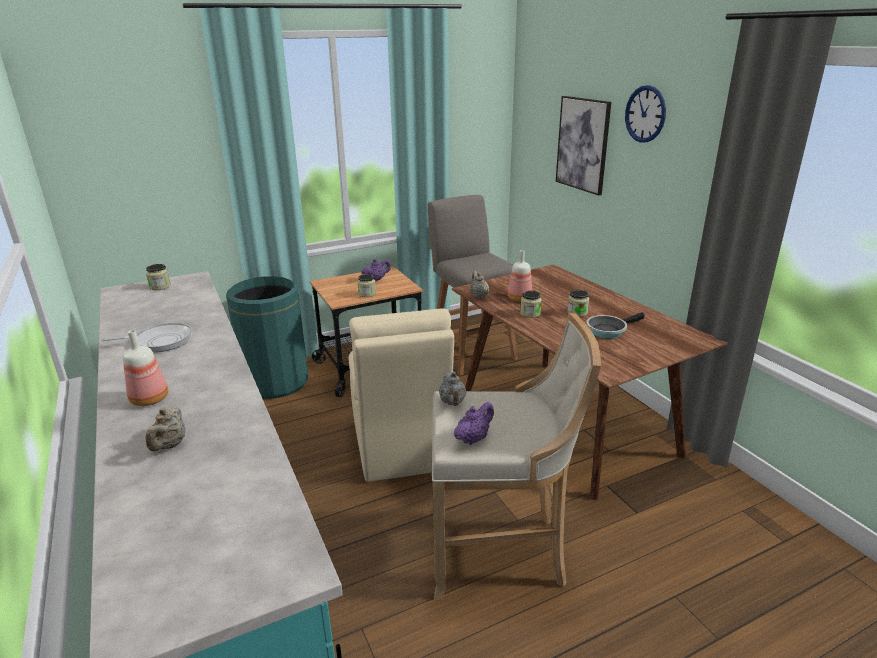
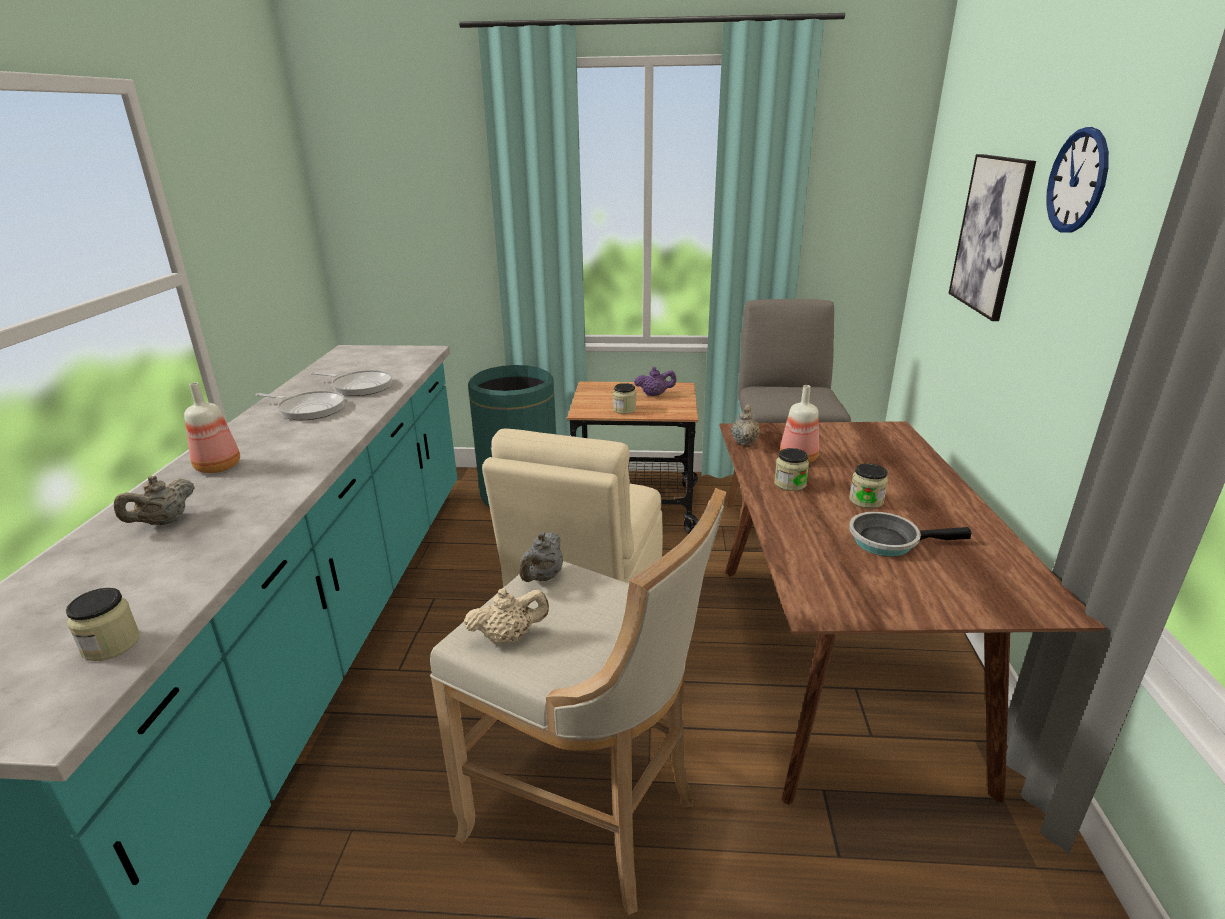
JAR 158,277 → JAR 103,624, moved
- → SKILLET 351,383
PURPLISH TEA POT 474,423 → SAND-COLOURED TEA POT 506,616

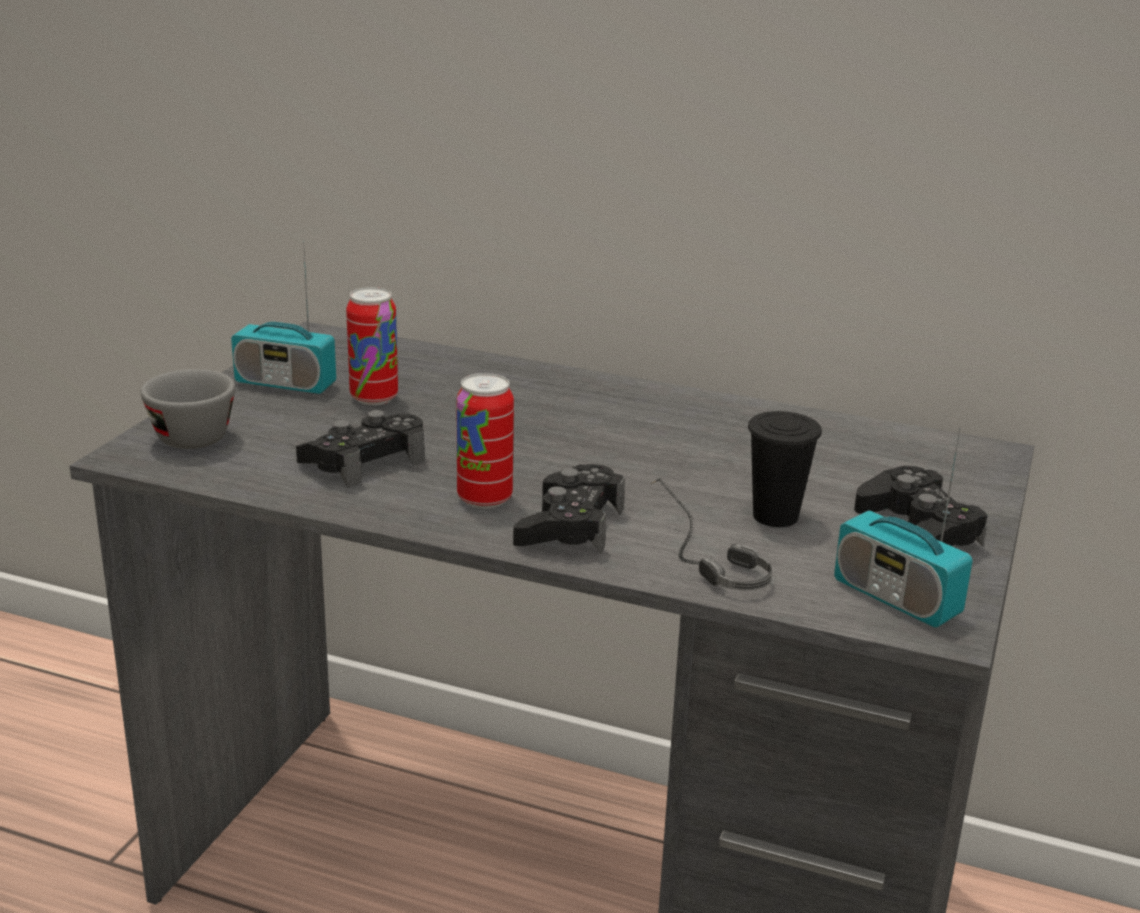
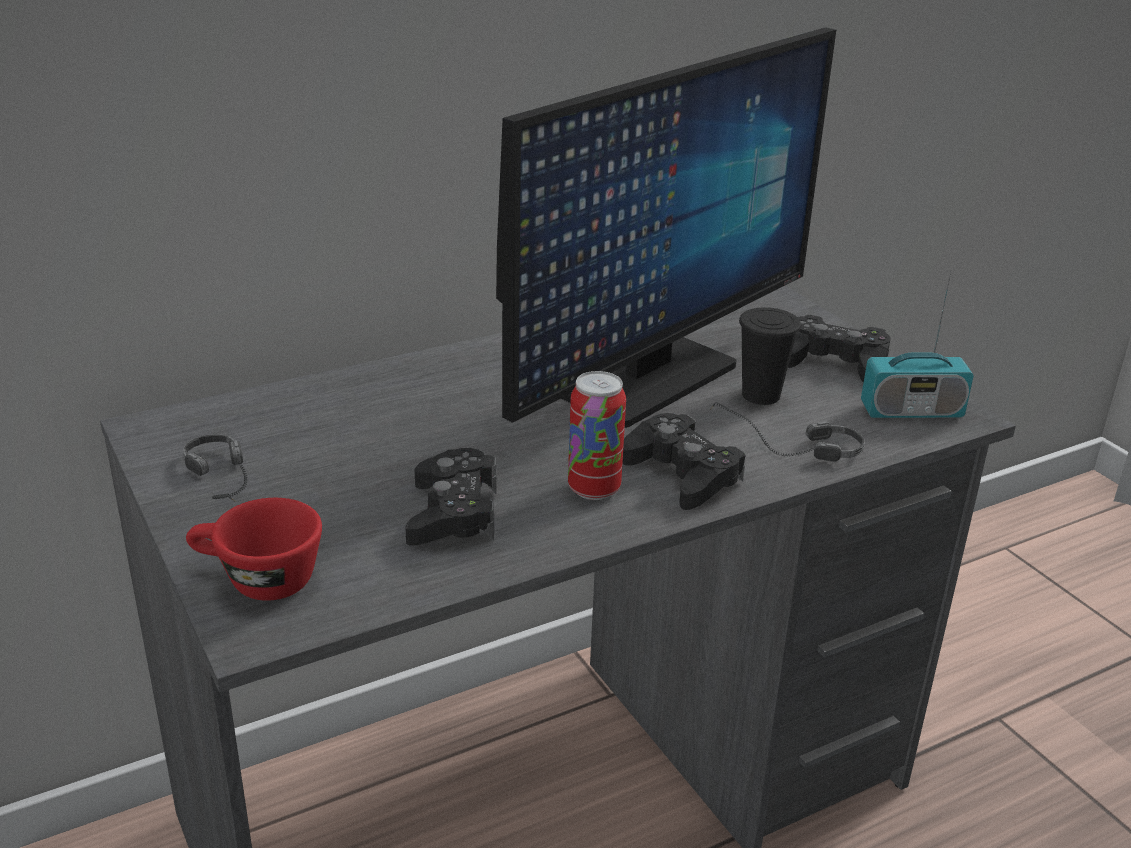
RADIO SET 283,318 → PAIR OF HEADPHONES 215,468
GREYISH SMALL CUP 188,409 → RED-COLOURED SMALL CUP 254,549
- → MONITOR 666,227
CAN 372,346 → -

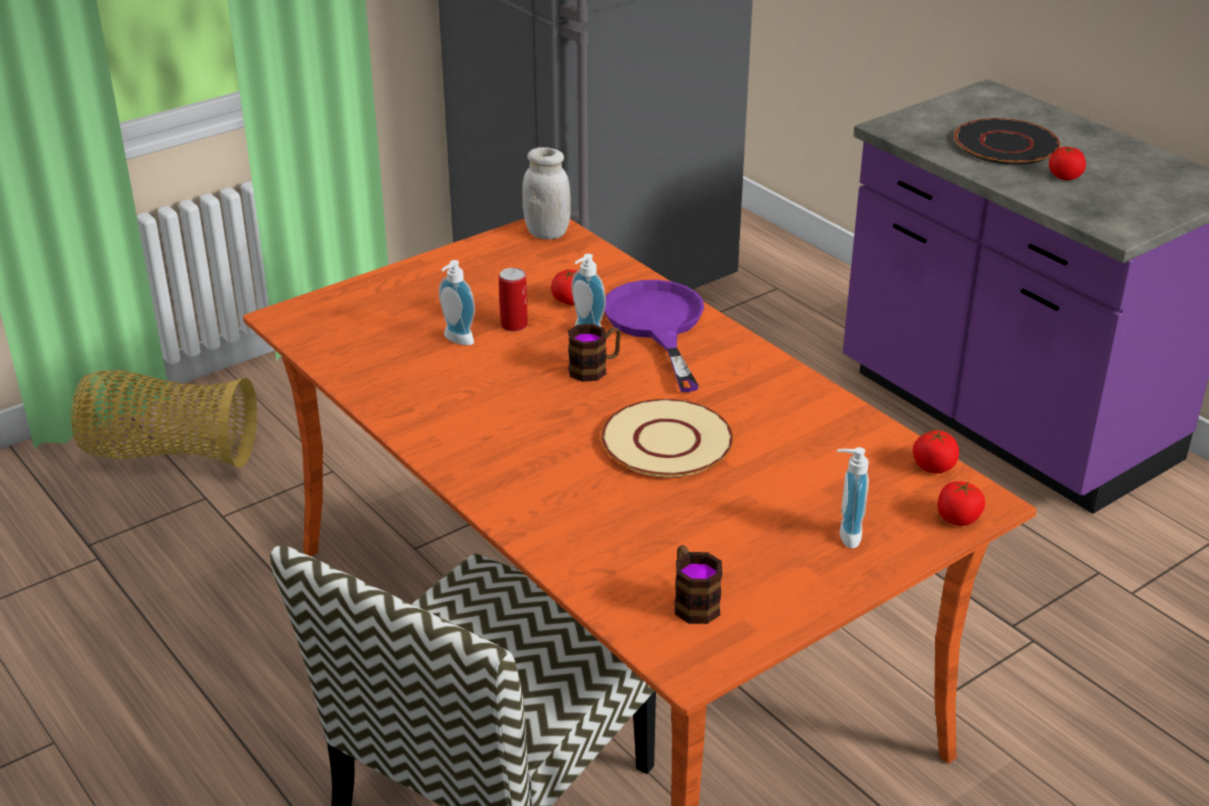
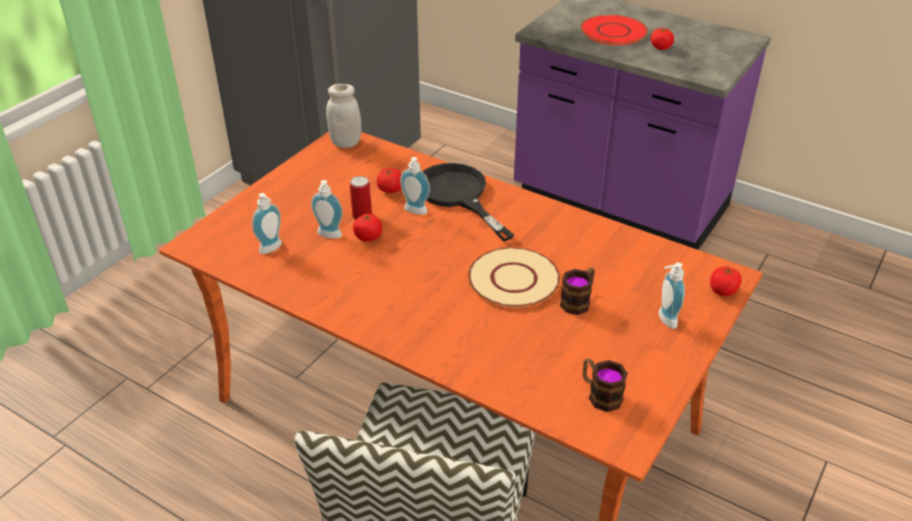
- → LIQUID SOAP BOTTLE 267,223
WHOLE TOMATO 936,452 → WHOLE TOMATO 367,227, moved
PURPLISH SKILLET 654,336 → BLACKISH SKILLET 468,202
TEA MUG 594,353 → TEA MUG 577,291, moved
BLACKISH PLATE 1007,141 → RED-COLOURED PLATE 614,30
BASKET 164,419 → -

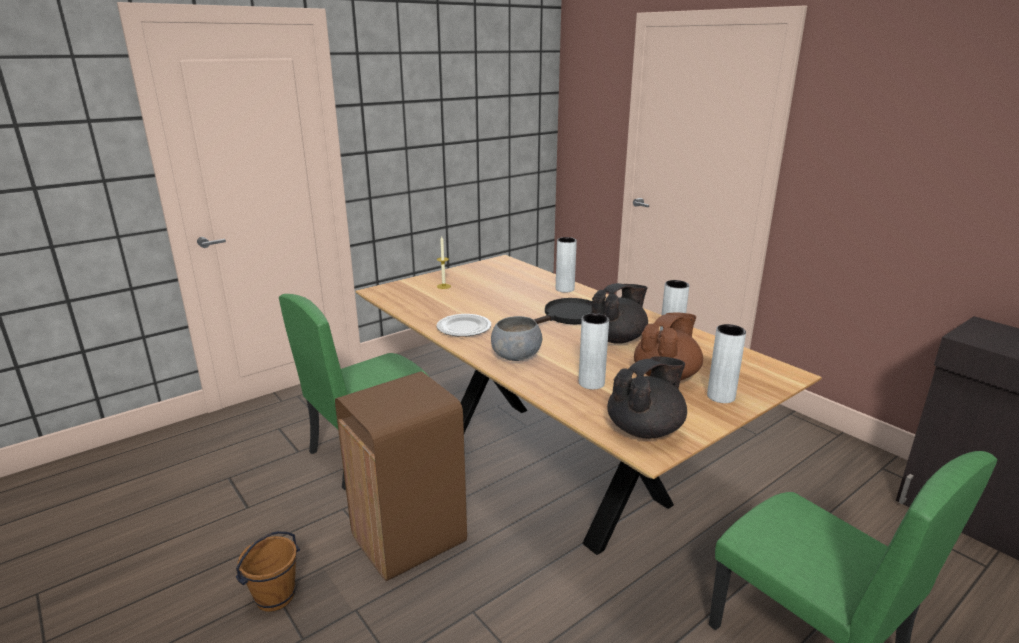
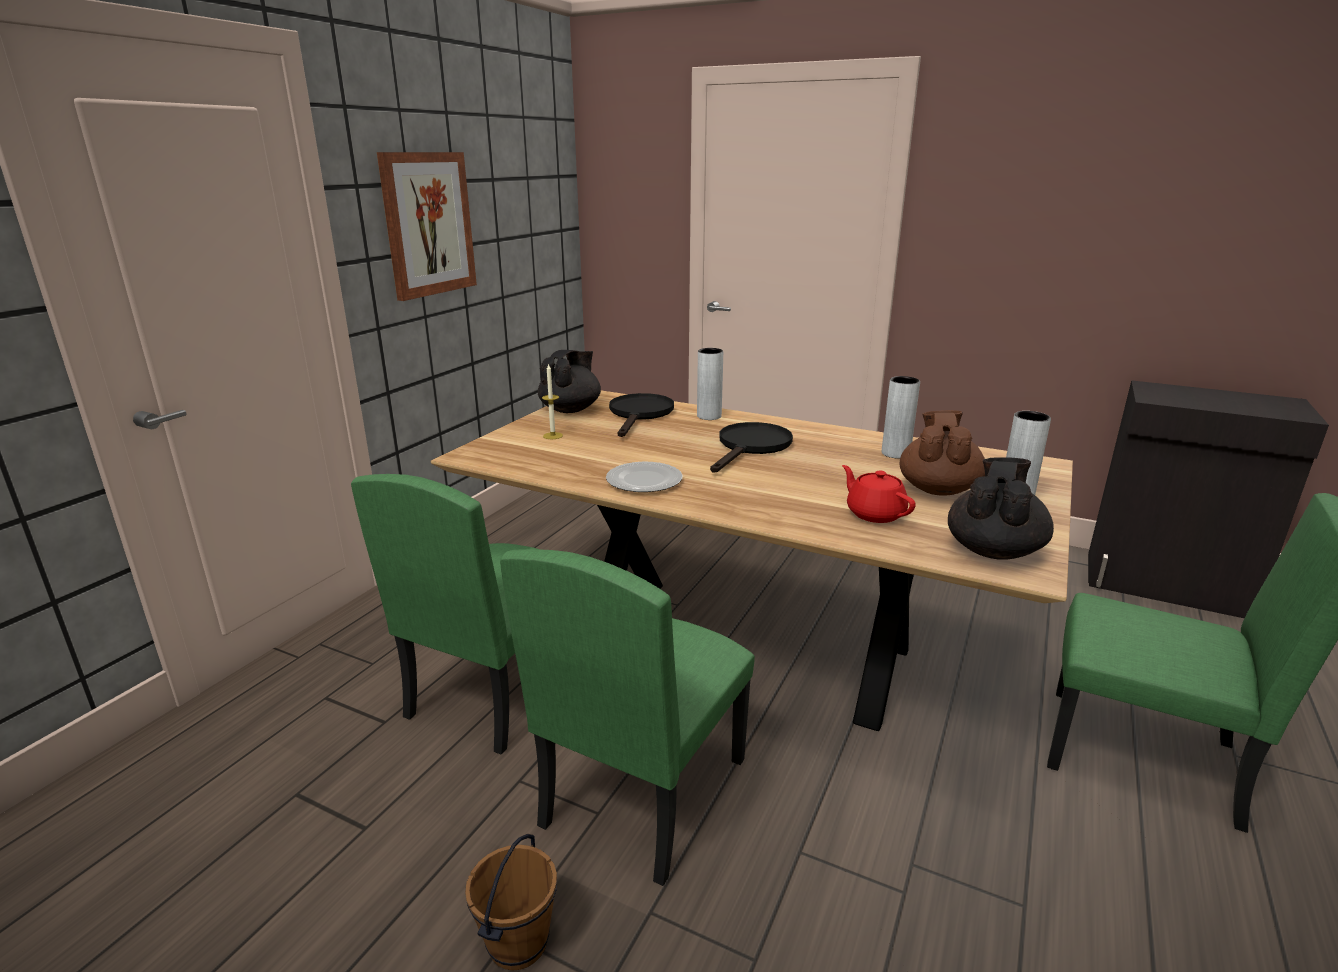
- → WALL PICTURE 427,226
BROWN-COLOURED RUBBISH BIN 401,476 → GREEN UPRIGHT CHAIR 627,717
BLACKISH TEA POT 619,313 → BLACKISH TEA POT 569,381, moved
- → BLACKISH SKILLET 641,415
GREYISH VASE 594,351 → RED-COLOURED TEA POT 879,494
GREYISH BOWL 516,338 → -

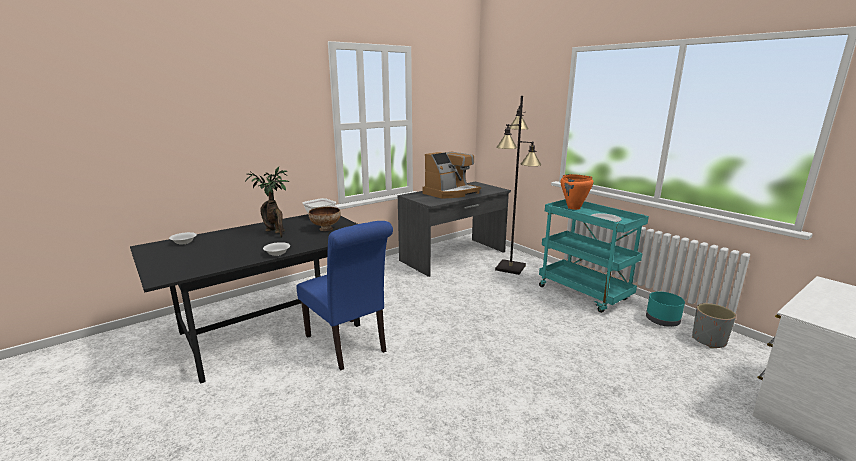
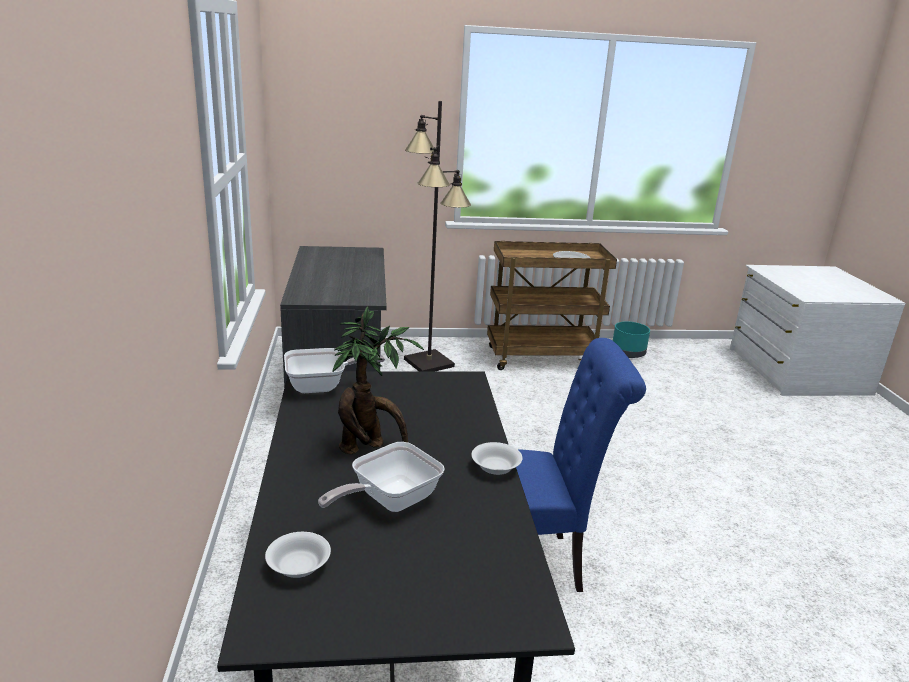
- → SKILLET 381,477
TURQUOISE CART 594,256 → BROWN-COLOURED CART 552,305
BOWL 325,219 → -
COFFEE MAKER 452,175 → -
ORANGE STOCKPOT 577,192 → -
GREYISH PLANT POT 714,325 → -

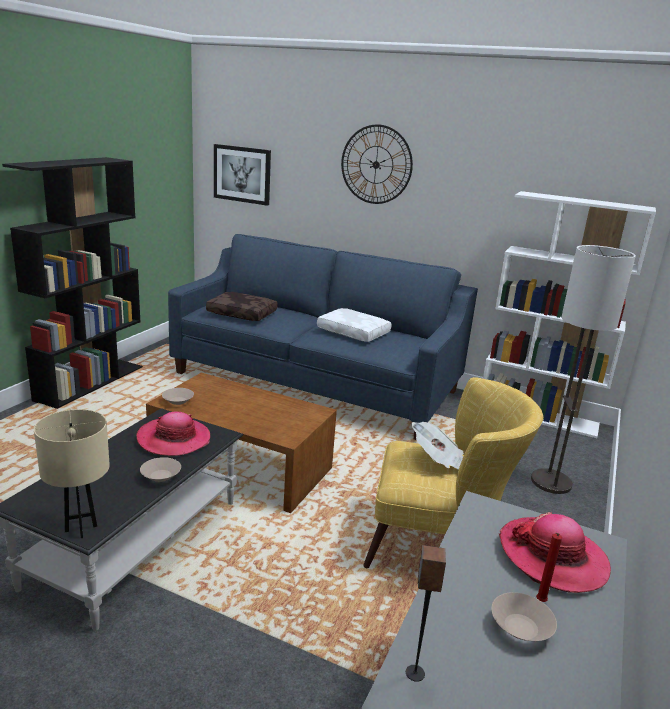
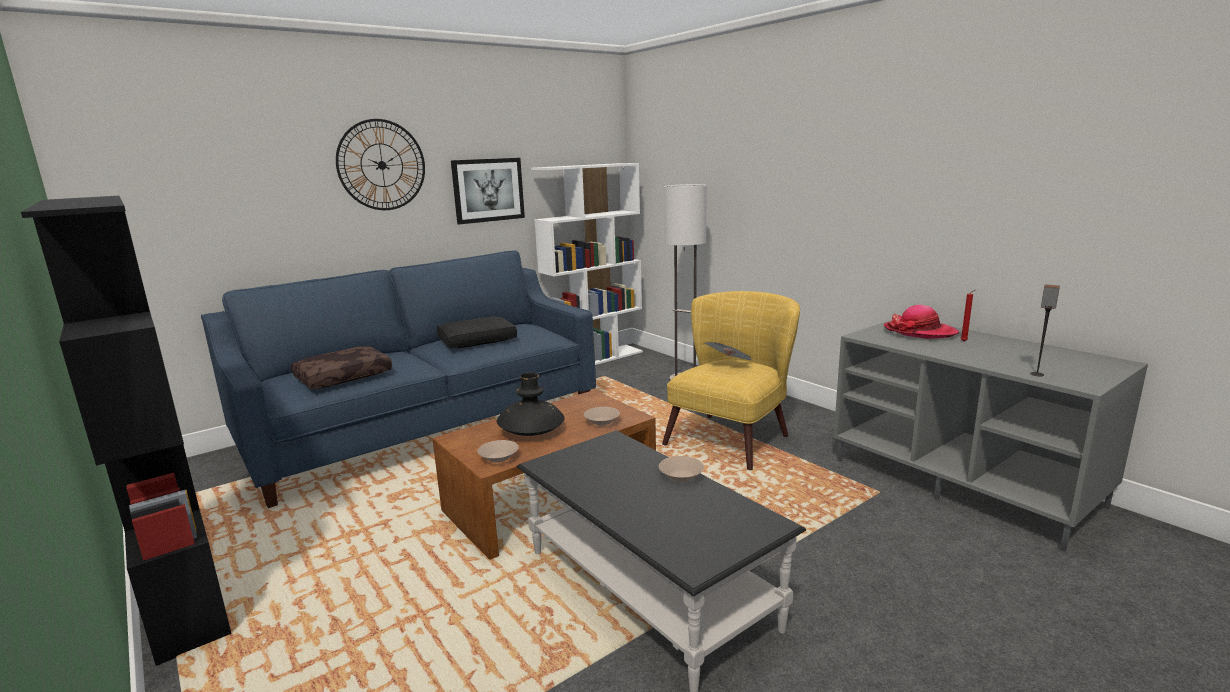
WHITE-COLOURED THROW PILLOW 354,325 → BLACKISH THROW PILLOW 477,332
WALL PICTURE 242,175 → WALL PICTURE 488,191, moved
- → BLACKISH VASE 531,404
SAND-COLOURED BOWL 524,616 → SAND-COLOURED BOWL 602,416, moved
SAND-COLOURED TABLE LAMP 72,473 → -
WEARABLE HAT 173,433 → -

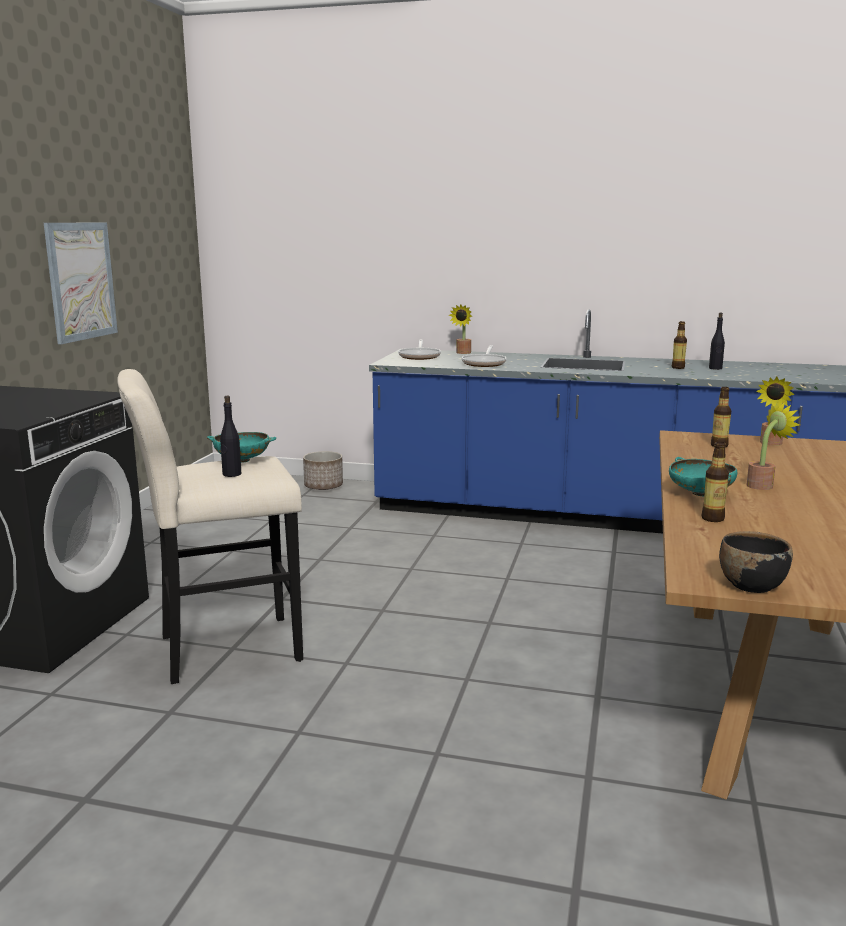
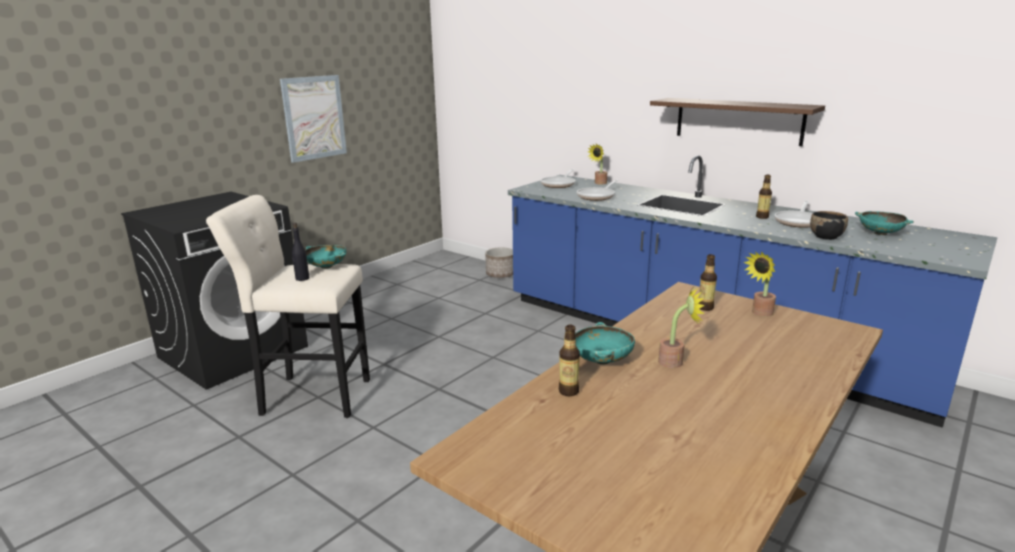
- → BROWN-COLOURED WALL SHELF 737,122
BLACKISH BEVERAGE BOTTLE 717,341 → SKILLET 794,214
BLACKISH BOWL 756,562 → BLACKISH BOWL 829,225, moved
- → TURQUOISE BOWL 884,223

